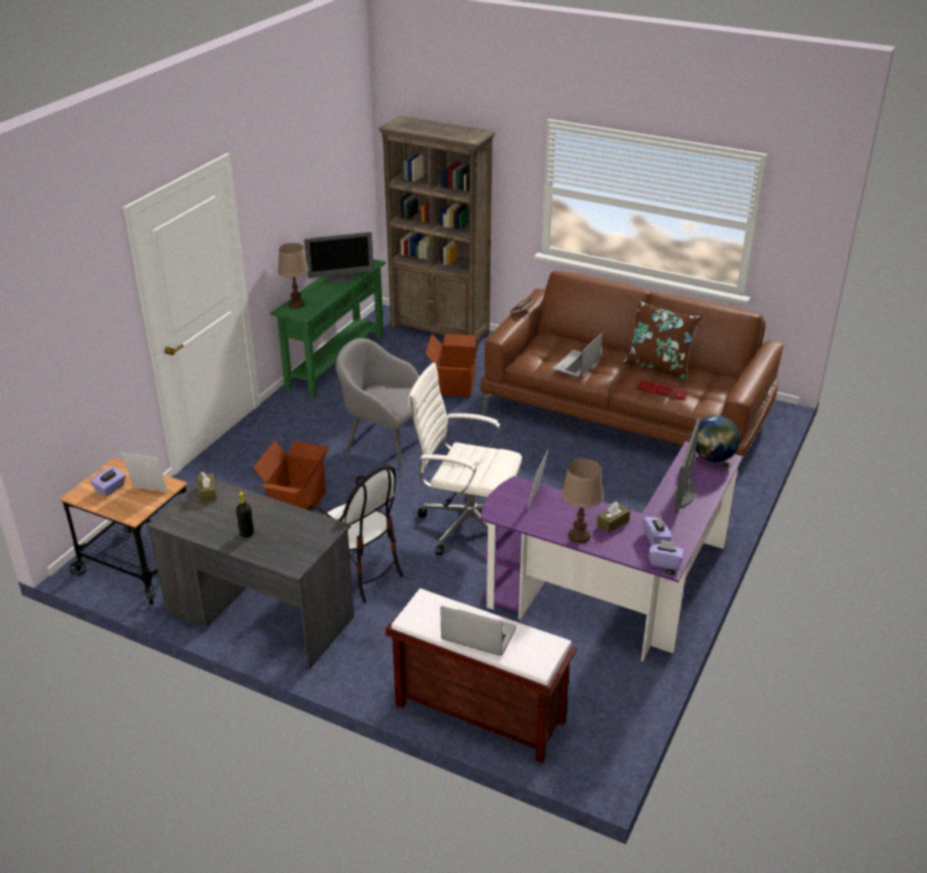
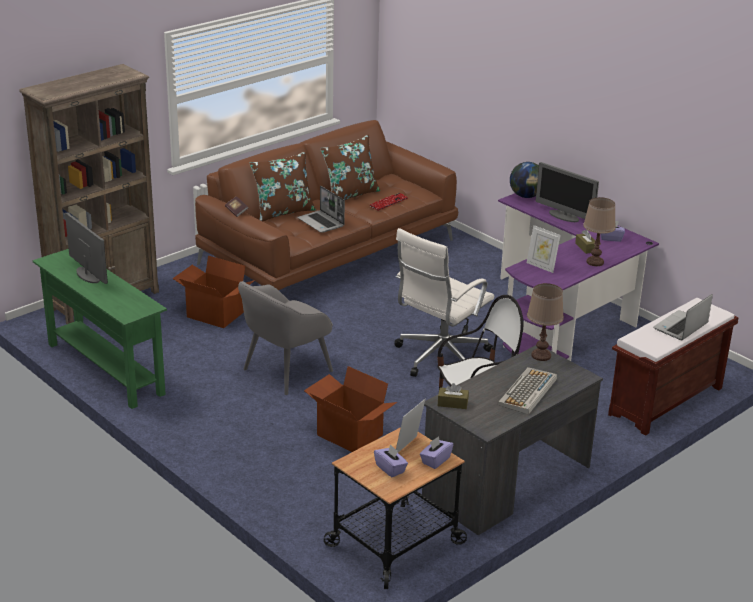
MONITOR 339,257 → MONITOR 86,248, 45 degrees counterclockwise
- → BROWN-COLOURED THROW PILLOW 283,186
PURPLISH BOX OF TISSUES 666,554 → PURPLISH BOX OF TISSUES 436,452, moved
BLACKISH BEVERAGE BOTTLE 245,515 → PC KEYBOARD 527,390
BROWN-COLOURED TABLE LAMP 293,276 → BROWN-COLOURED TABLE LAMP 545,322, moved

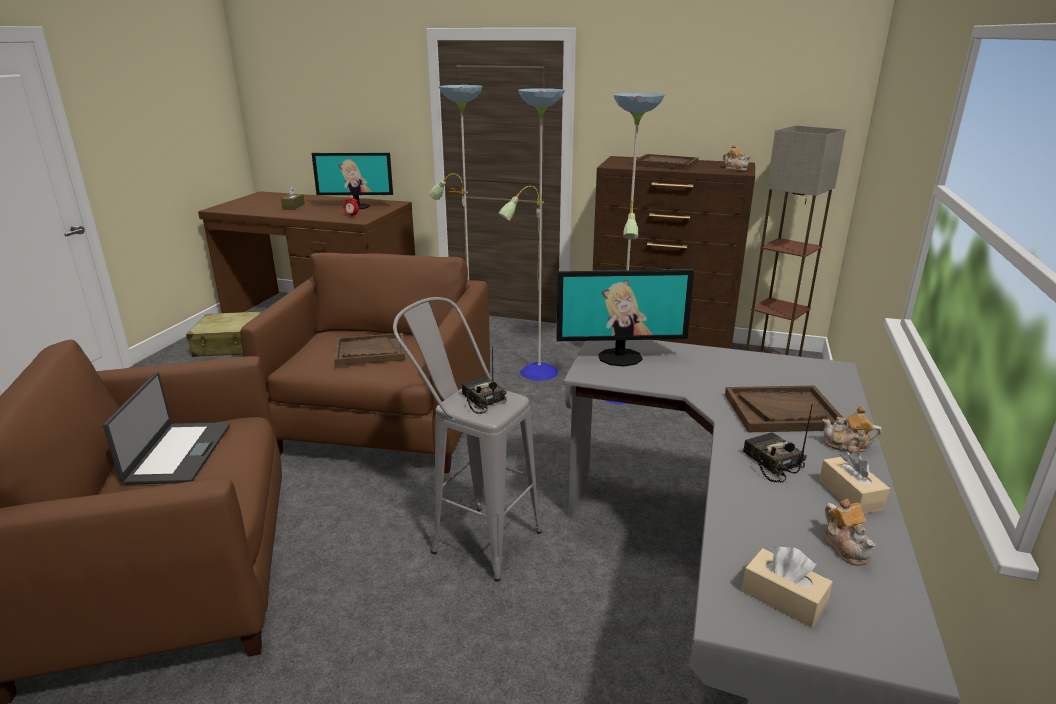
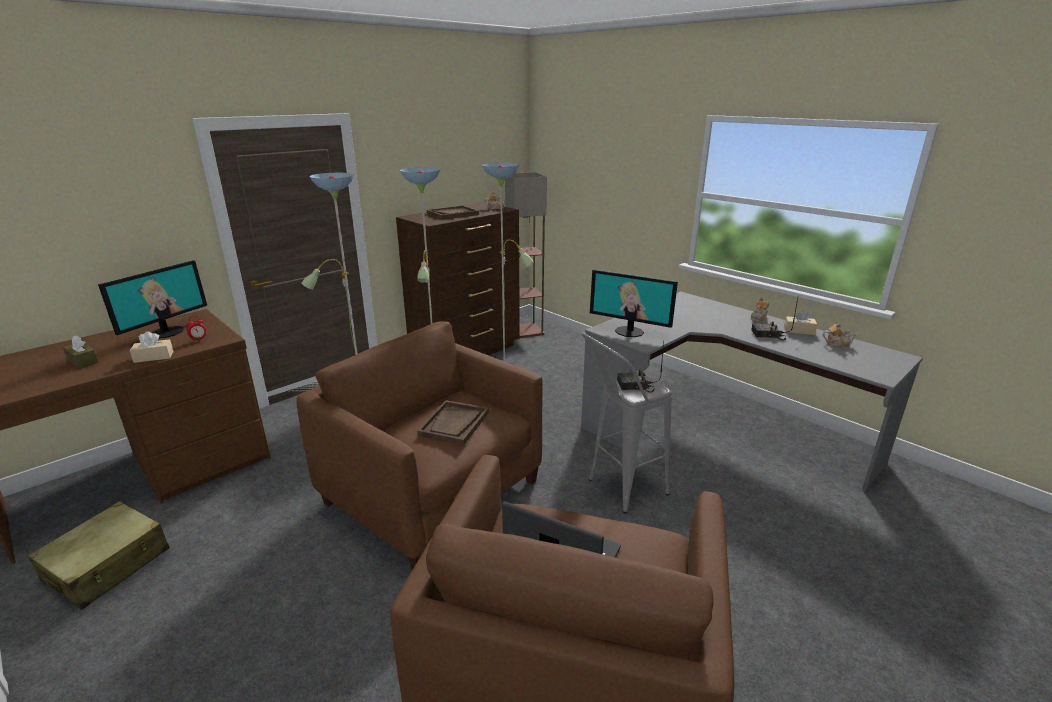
SAND-COLOURED BOX OF TISSUES 787,587 → SAND-COLOURED BOX OF TISSUES 152,347, moved
MONITOR 625,318 → MONITOR 634,303, 90 degrees clockwise
BROWN-COLOURED CARRYING TRAY 786,408 → -

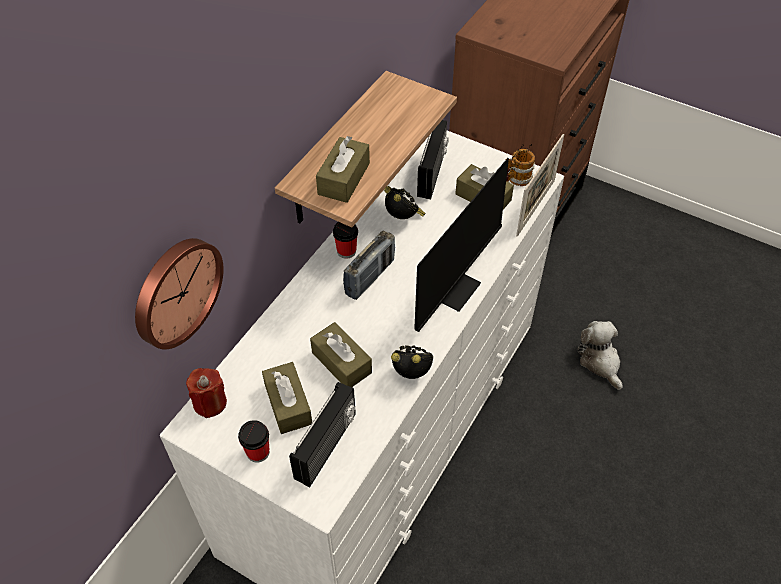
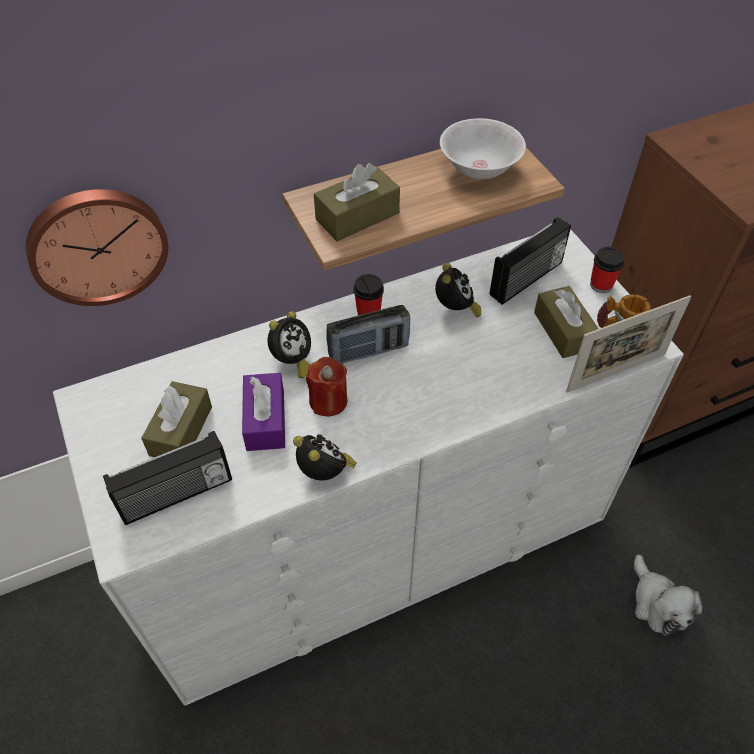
BROWN-COLOURED BOX OF TISSUES 341,354 → PURPLISH BOX OF TISSUES 263,412
- → TABLE CLOCK 289,344
RED-COLOURED WAX LIGHT 206,393 → RED-COLOURED WAX LIGHT 327,387, moved
- → WHITE-COLOURED BOWL 483,148
SMALL CUP 253,441 → SMALL CUP 607,270, moved
CUDDLY TOY 600,355 → CUDDLY TOY 668,595, 150 degrees clockwise
MONITOR 472,238 → -

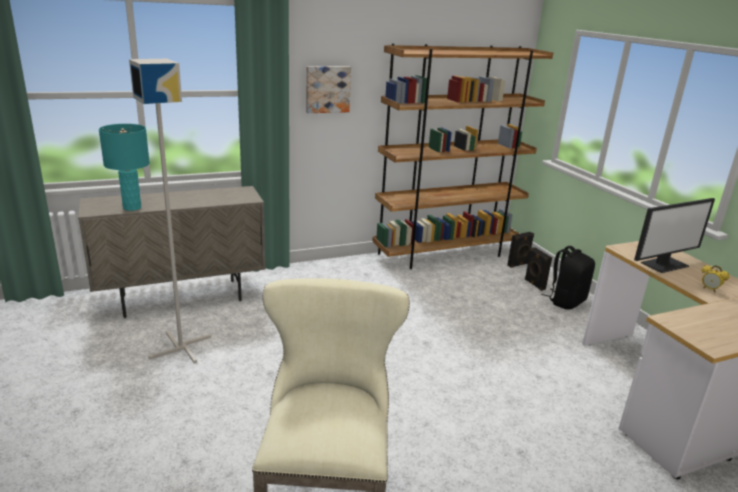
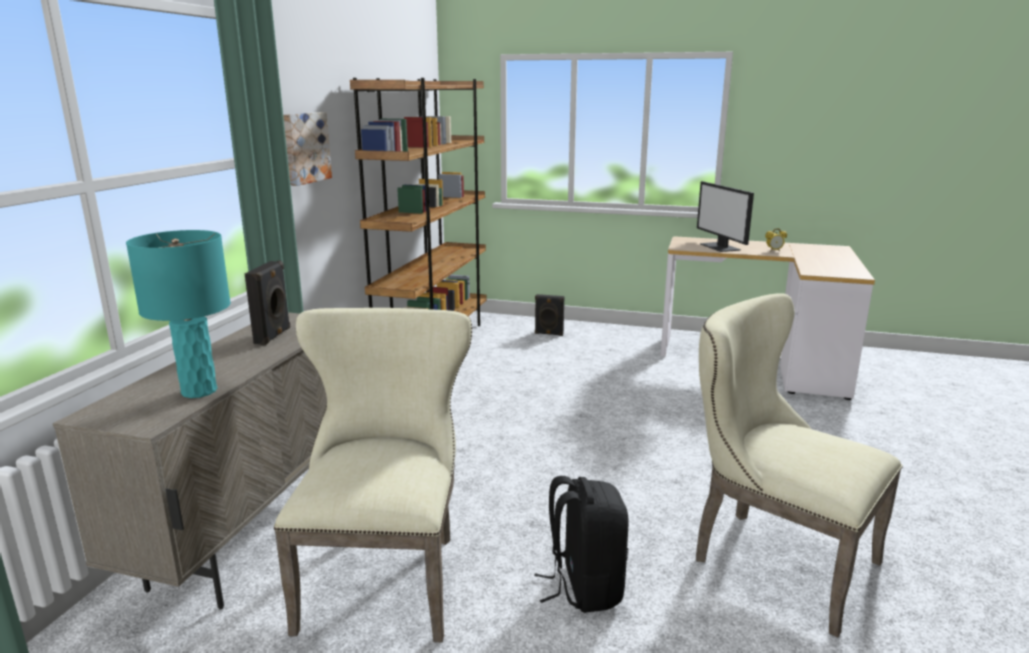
BLACKISH LOUDSPEAKER 520,250 → BLACKISH LOUDSPEAKER 267,303, moved
GREYISH STANDING LAMP 170,211 → SAND-COLOURED UPRIGHT CHAIR 373,475
BLACKISH RUCKSACK 568,277 → BLACKISH RUCKSACK 581,544, moved
MONITOR 674,235 → MONITOR 725,216, 150 degrees clockwise

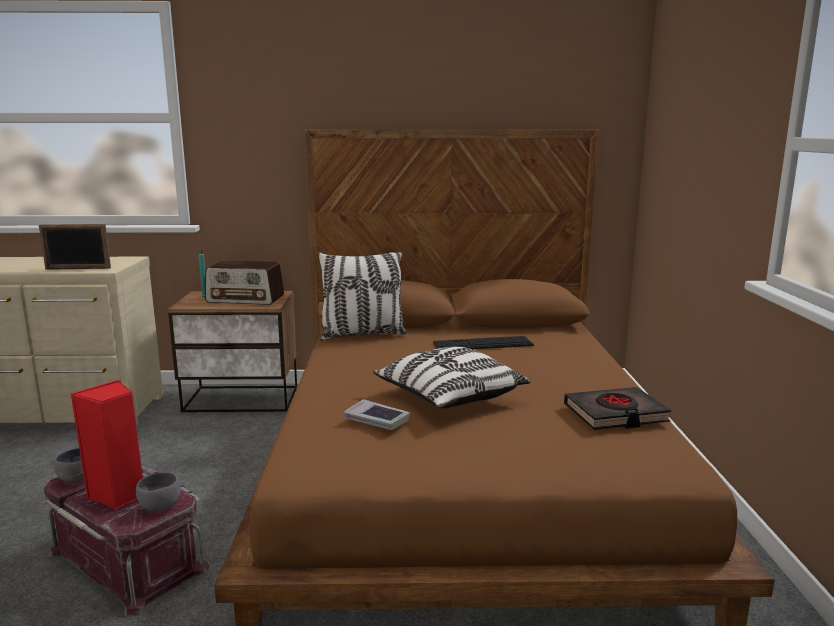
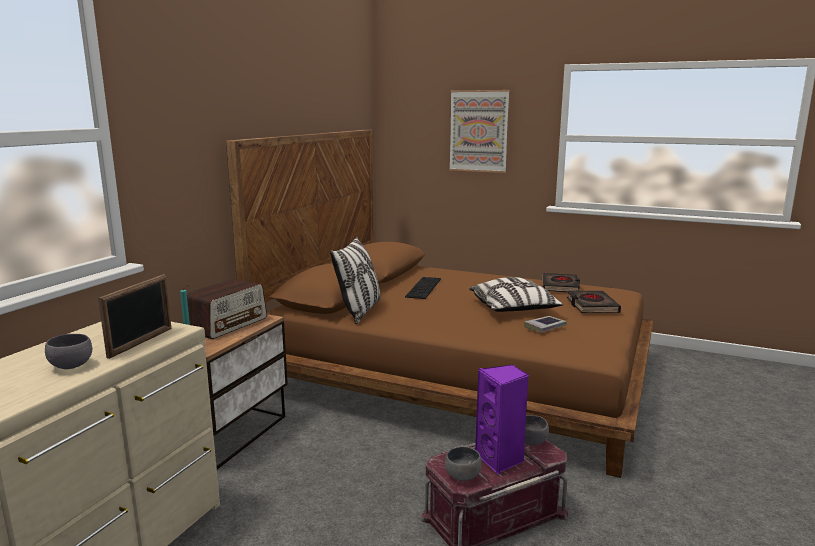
- → GREYISH BOWL 69,351
- → WALL PICTURE 479,131
RED-COLOURED LOUDSPEAKER 107,444 → PURPLISH LOUDSPEAKER 502,419
- → BLACKISH VOLUME 594,302

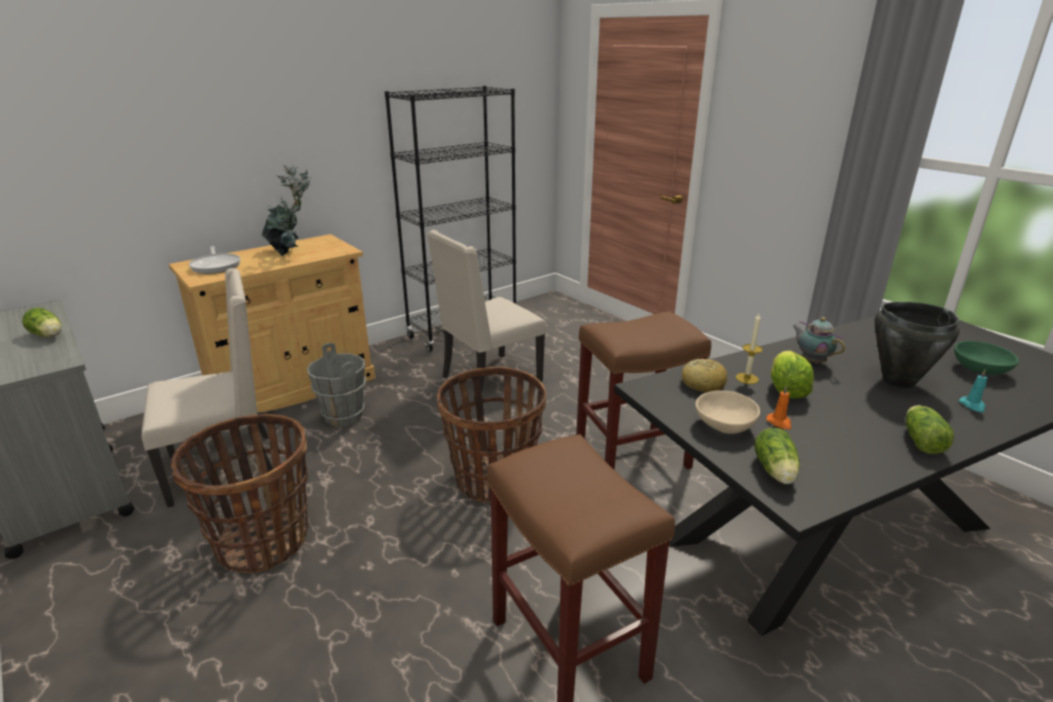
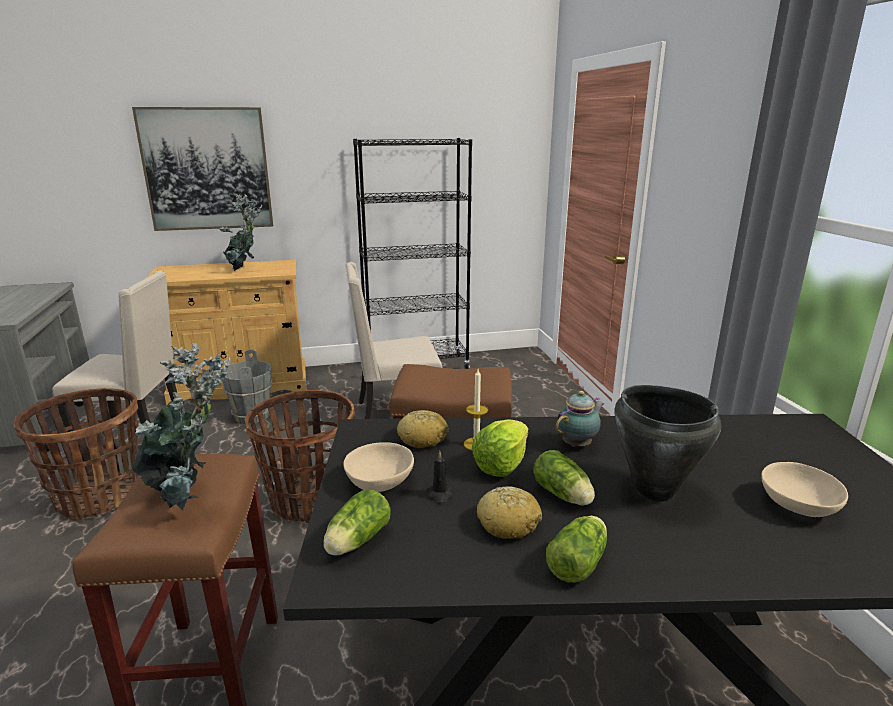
- → PLANT IN A POT 181,426
- → WALL PICTURE 202,169
ORANGE WAX LIGHT 778,407 → BLACKISH WAX LIGHT 440,478
- → BREAD 509,512
LETTUCE HEAD 42,322 → LETTUCE HEAD 564,477, moved
TEA POT 818,340 → TEA POT 580,419, 60 degrees clockwise
GREEN BOWL 986,358 → SAND-COLOURED BOWL 804,489
SKILLET 214,260 → -
TURQUOISE WAX LIGHT 973,390 → -

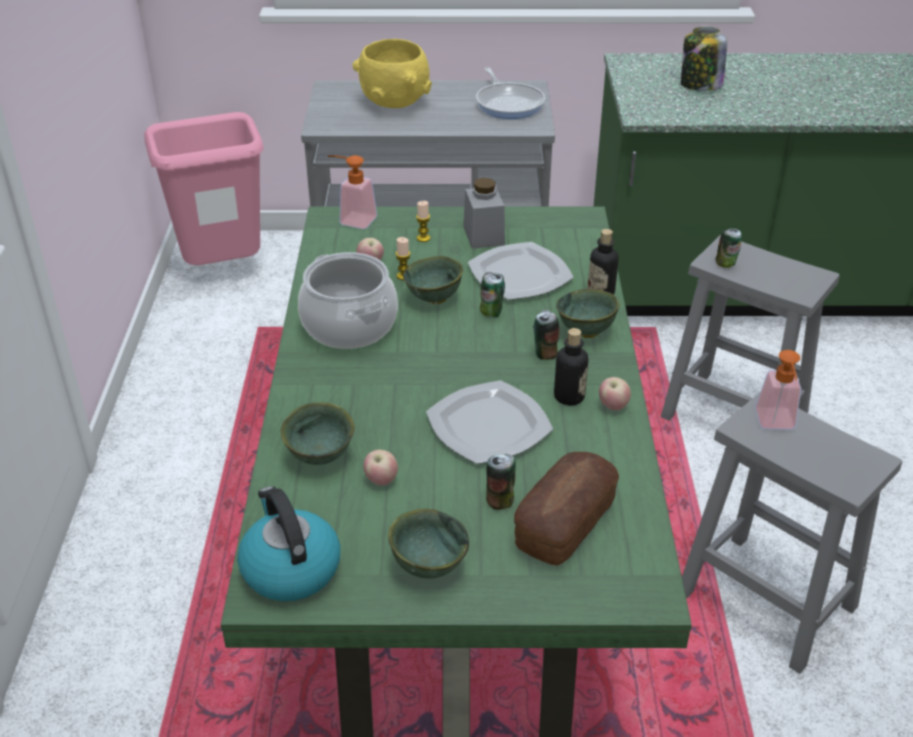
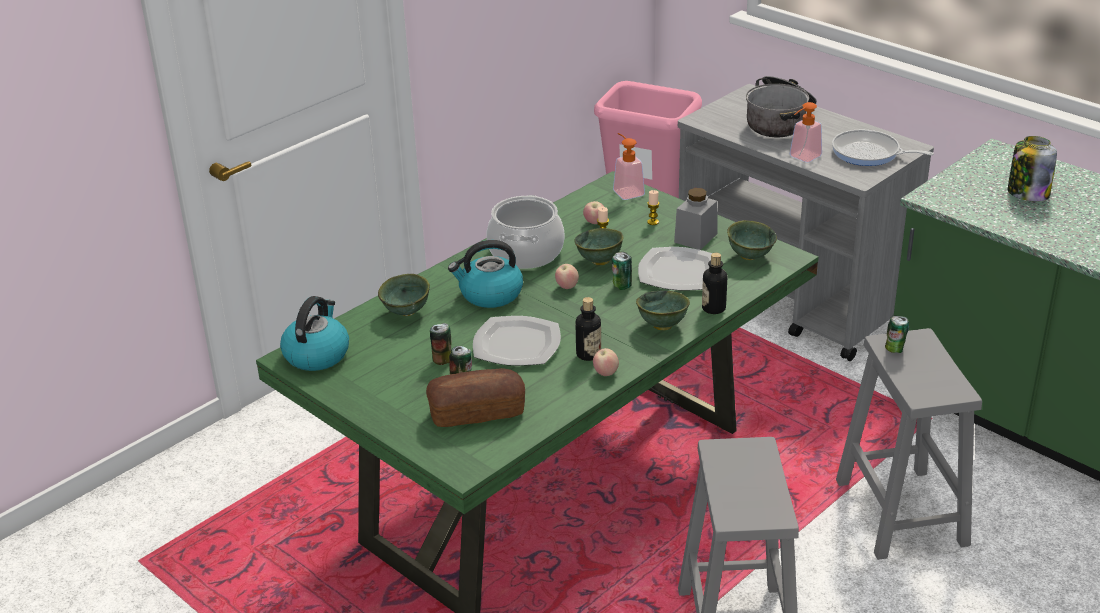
CAN 546,335 → CAN 440,344, moved
- → TEA KETTLE 485,274
WHOLE APPLE 381,467 → WHOLE APPLE 567,276, moved
GREEN BOWL 428,544 → GREEN BOWL 752,240, moved
YELLOW BOWL 392,73 → STOCKPOT 781,106
LIQUID SOAP BOTTLE 778,390 → LIQUID SOAP BOTTLE 806,132, moved
SKILLET 510,93 → SKILLET 883,148, 90 degrees clockwise

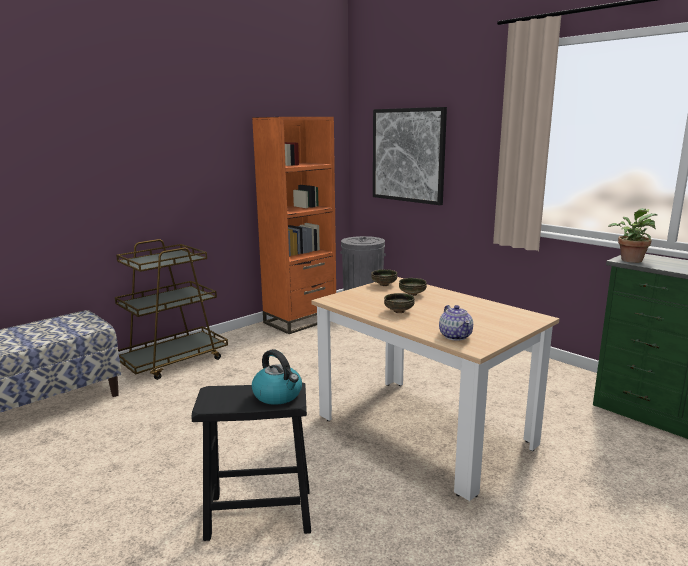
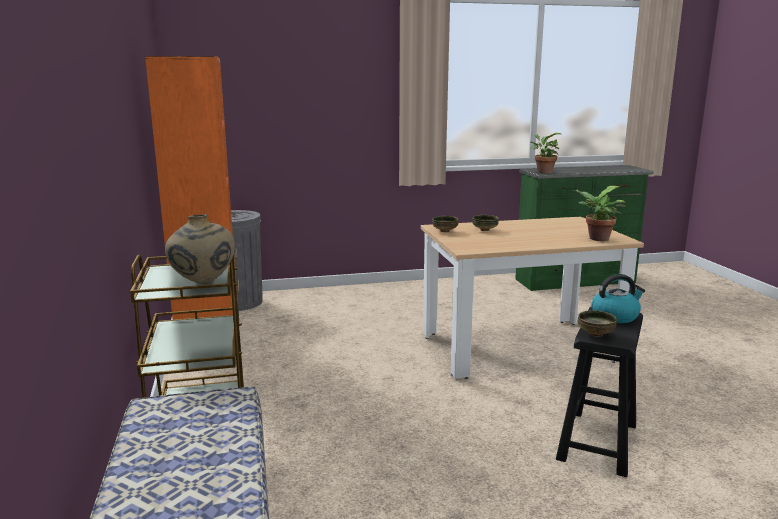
- → SAND-COLOURED VASE 200,249
TEA POT 456,323 → PLANT IN A POT 599,213
BOWL 399,303 → BOWL 597,323, moved
WALL PICTURE 410,156 → -

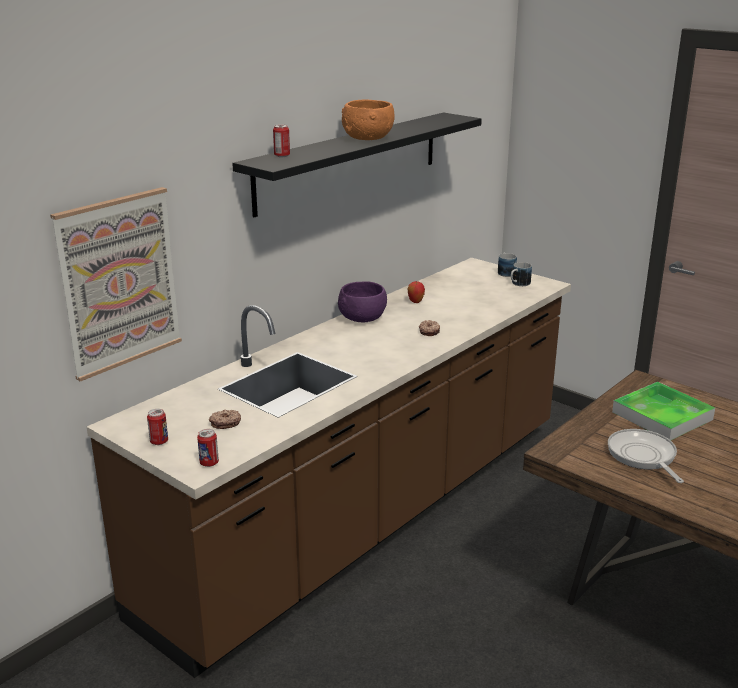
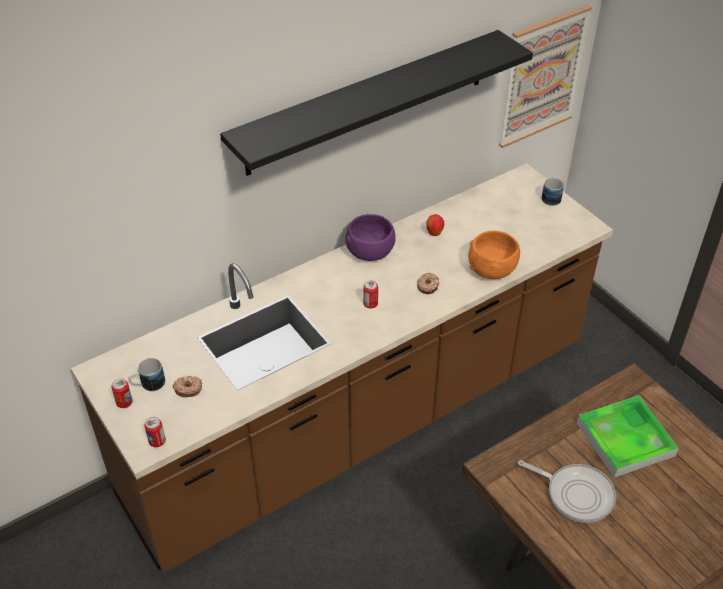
TEA MUG 521,274 → TEA MUG 146,374, moved
CAN 281,140 → CAN 370,294, moved
ORANGE BOWL 368,120 → ORANGE BOWL 494,255, moved
WALL PICTURE 116,284 → WALL PICTURE 545,76, moved
SKILLET 646,456 → SKILLET 567,491, 120 degrees clockwise

